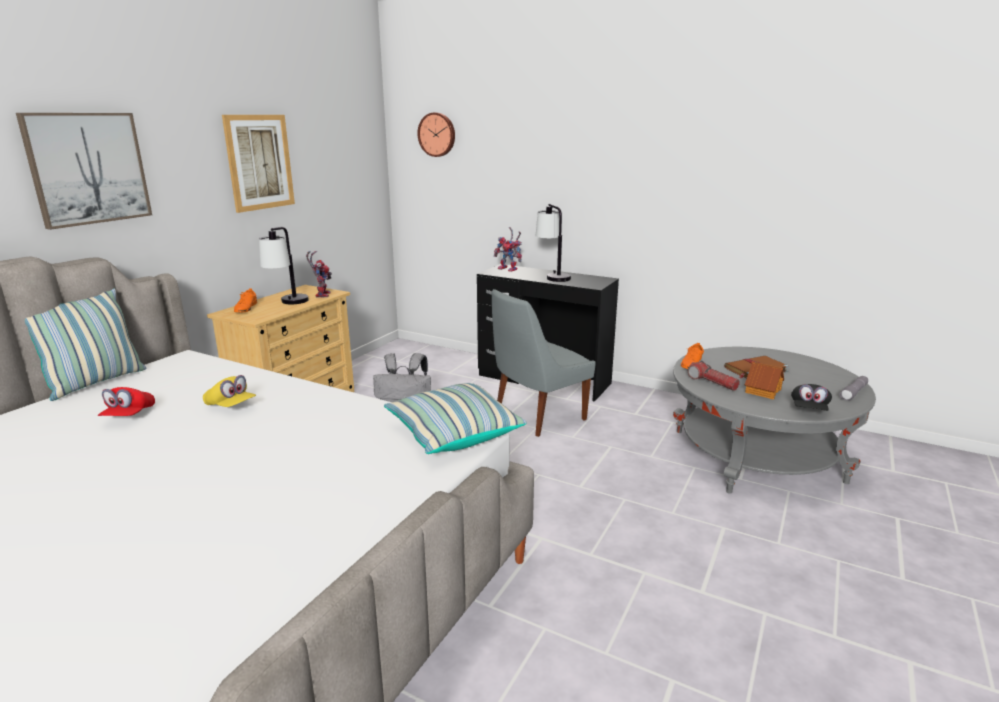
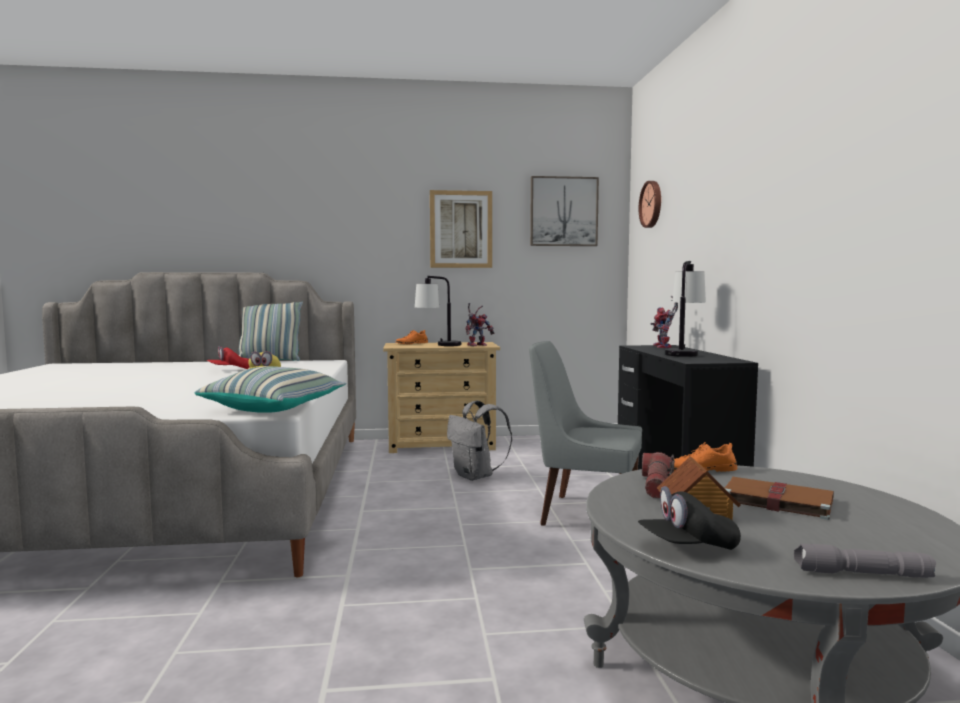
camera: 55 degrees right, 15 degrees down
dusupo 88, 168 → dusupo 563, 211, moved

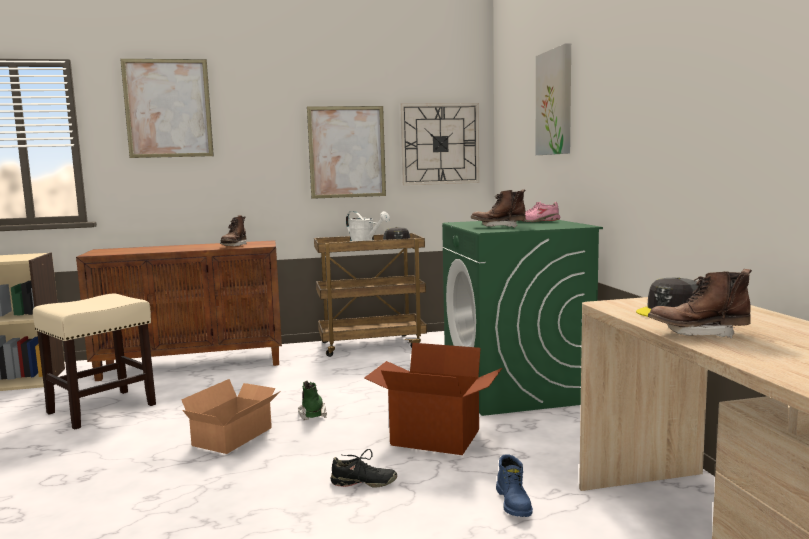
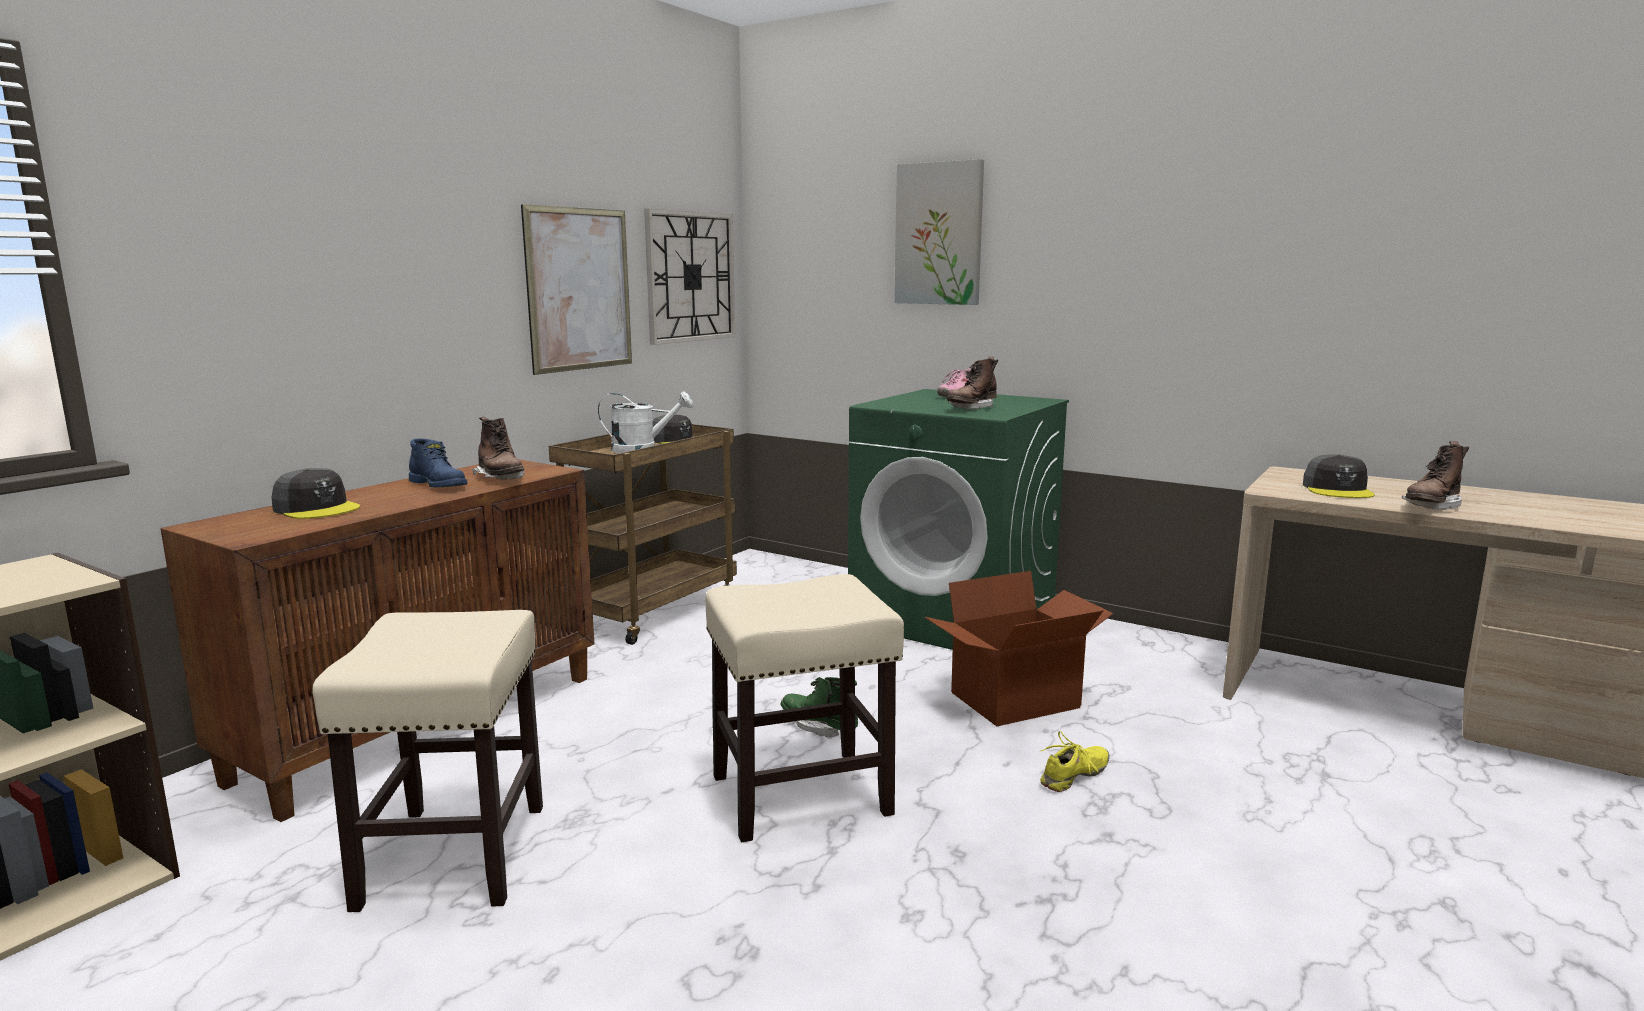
camera: 45 degrees left, 5 degrees up
dusupo 168, 108 → -
- → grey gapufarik 317, 508
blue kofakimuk 514, 503 → blue kofakimuk 439, 485, moved
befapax 236, 436 → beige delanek 803, 794
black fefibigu 363, 483 → yellow fefibigu 1075, 776

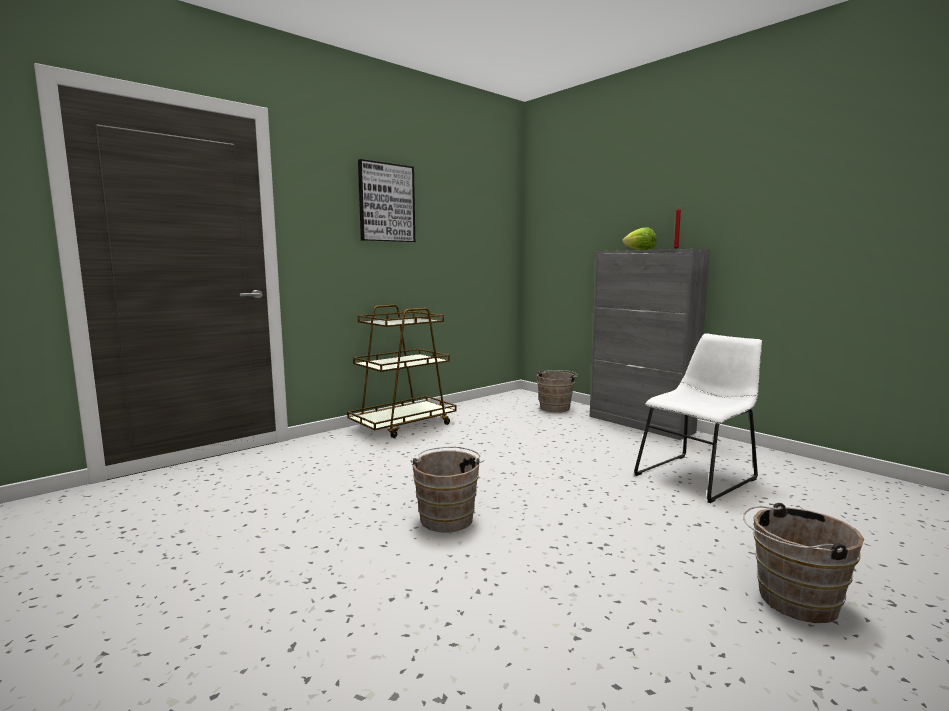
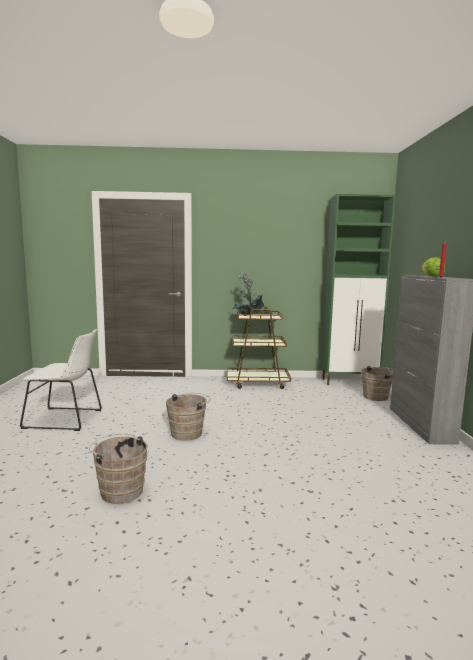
camera: 40 degrees right, 0 degrees up
dusupo 386, 203 → -
- → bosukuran 247, 316
- → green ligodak 350, 382
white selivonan 698, 476 → white selivonan 66, 419, moved
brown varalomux 791, 600 → brown varalomux 120, 490, moved

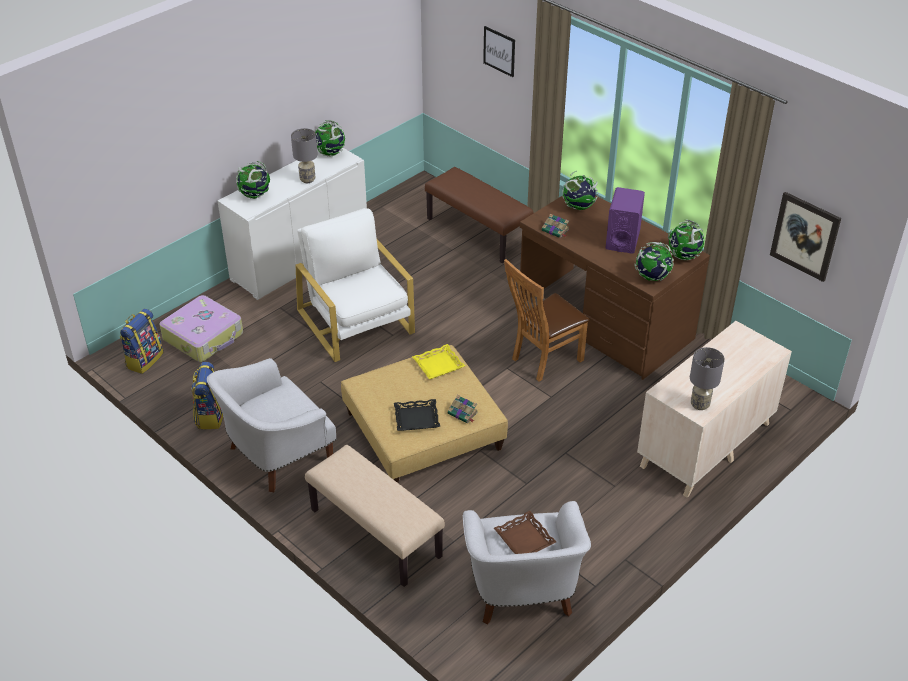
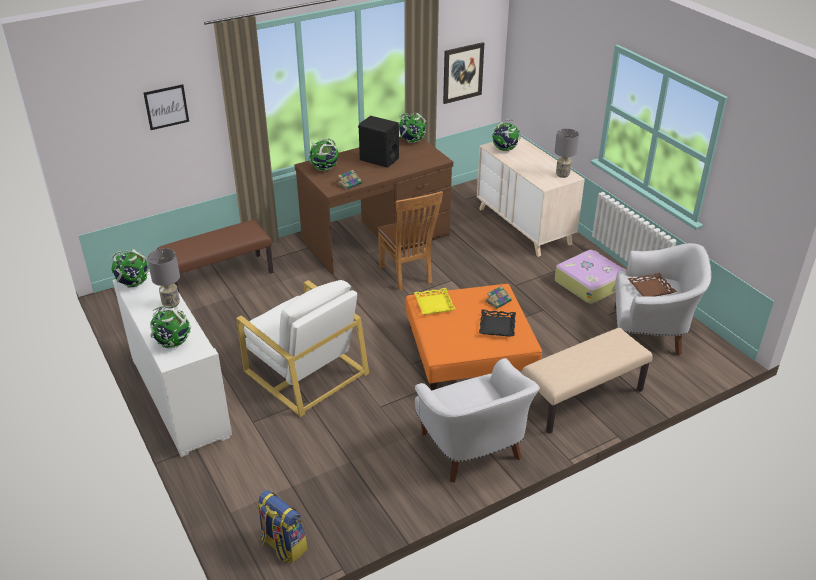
camera: 75 degrees left, 5 degrees down
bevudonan 210, 415 → -
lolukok 204, 336 → lolukok 589, 283, moved
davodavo 652, 277 → davodavo 505, 149, moved
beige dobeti 423, 431 → orange dobeti 469, 352
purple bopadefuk 622, 240 → black bopadefuk 379, 159
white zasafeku 356, 322 → white zasafeku 305, 371, 120 degrees counterclockwise

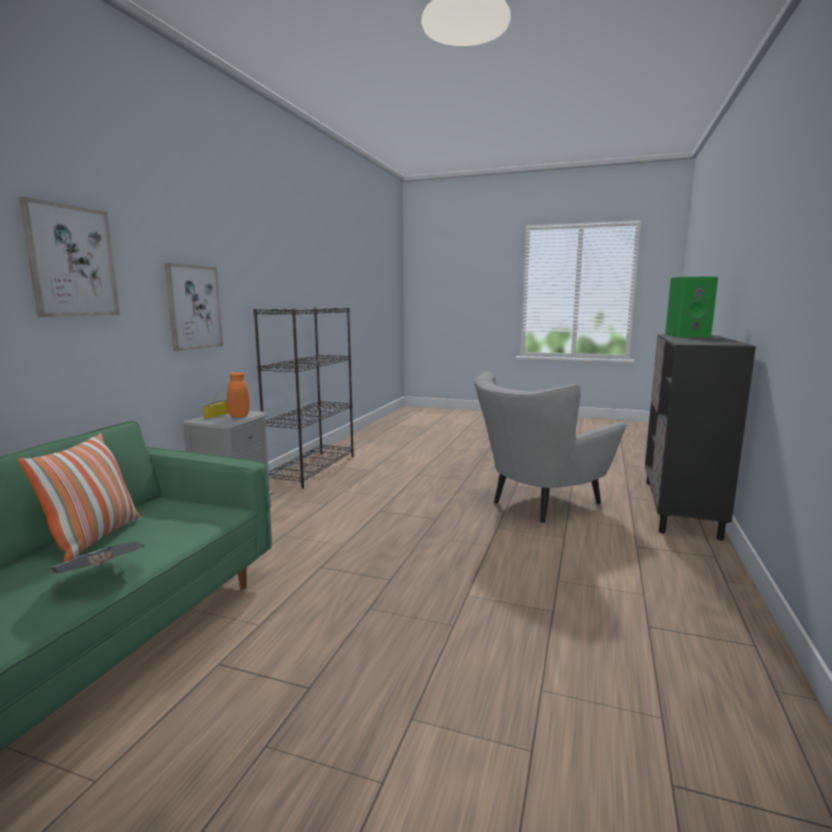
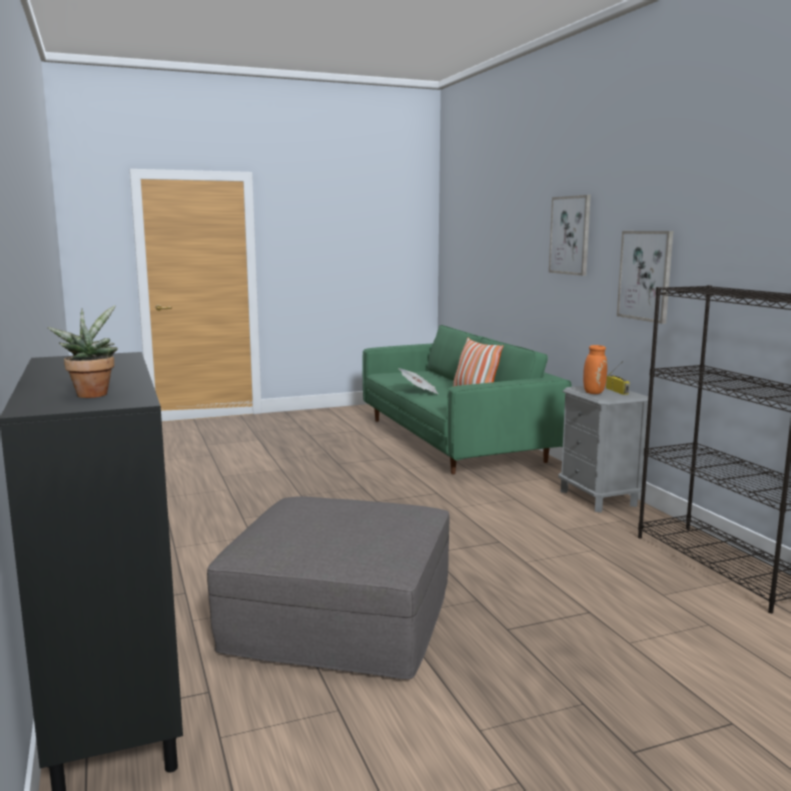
camera: 140 degrees right, 0 degrees up
grey zasafeku 539, 504 → grey dobeti 340, 616
green bopadefuk 688, 336 → bosukuran 92, 394

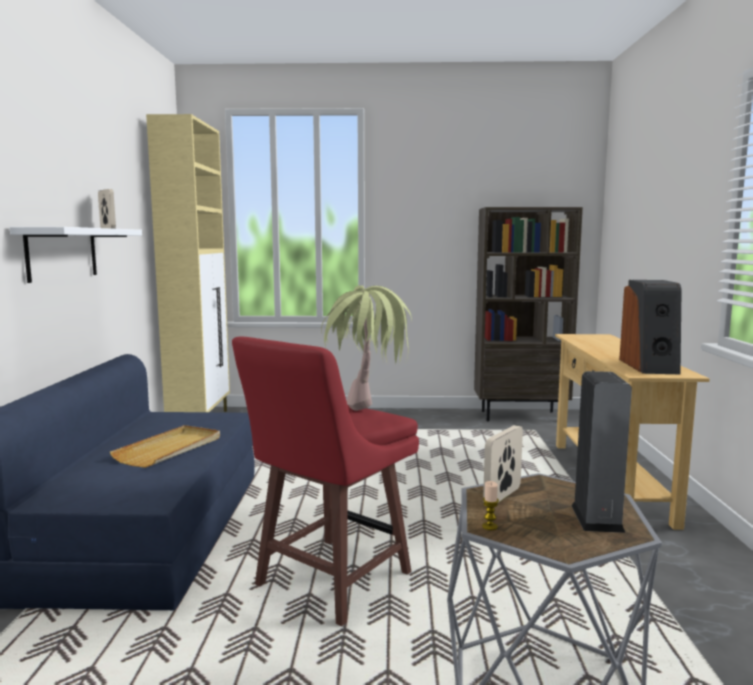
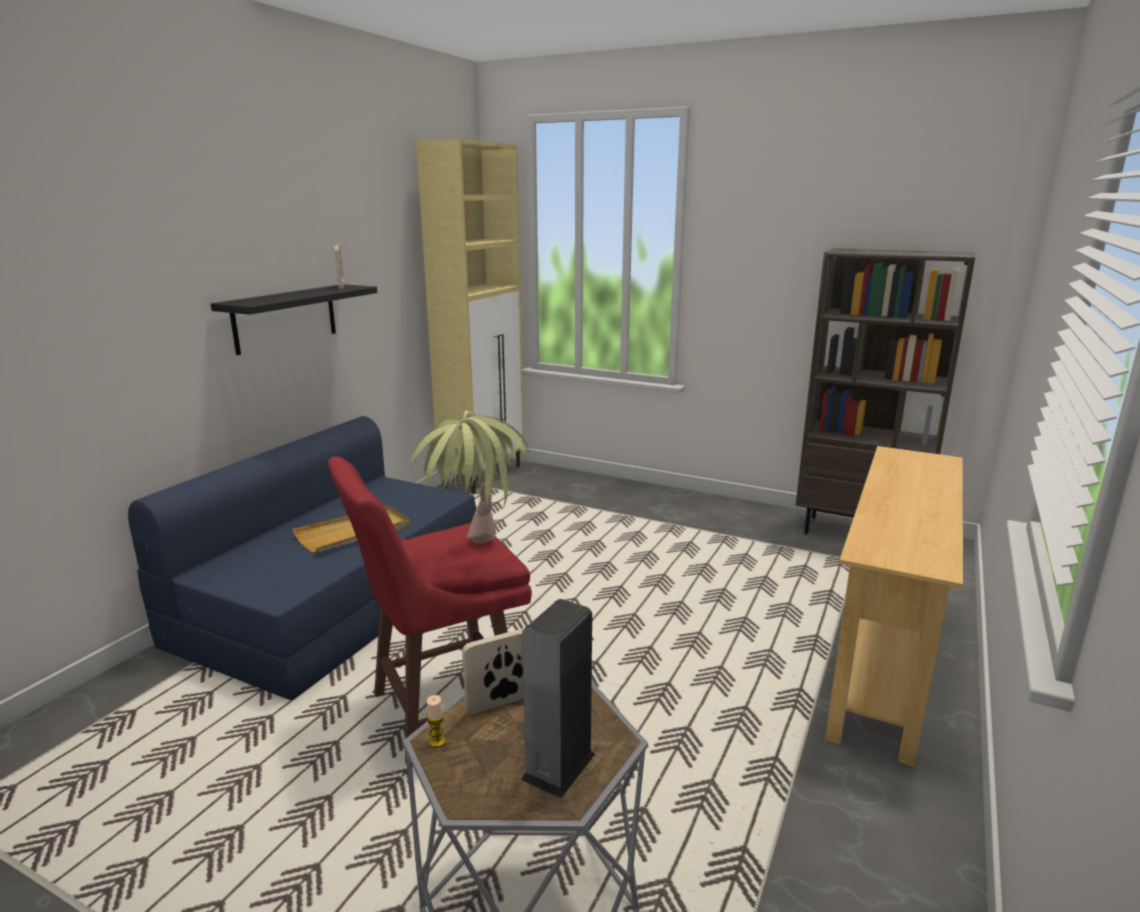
camera: 25 degrees right, 10 degrees up
bopadefuk 650, 366 → -
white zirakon 62, 253 → black zirakon 285, 318

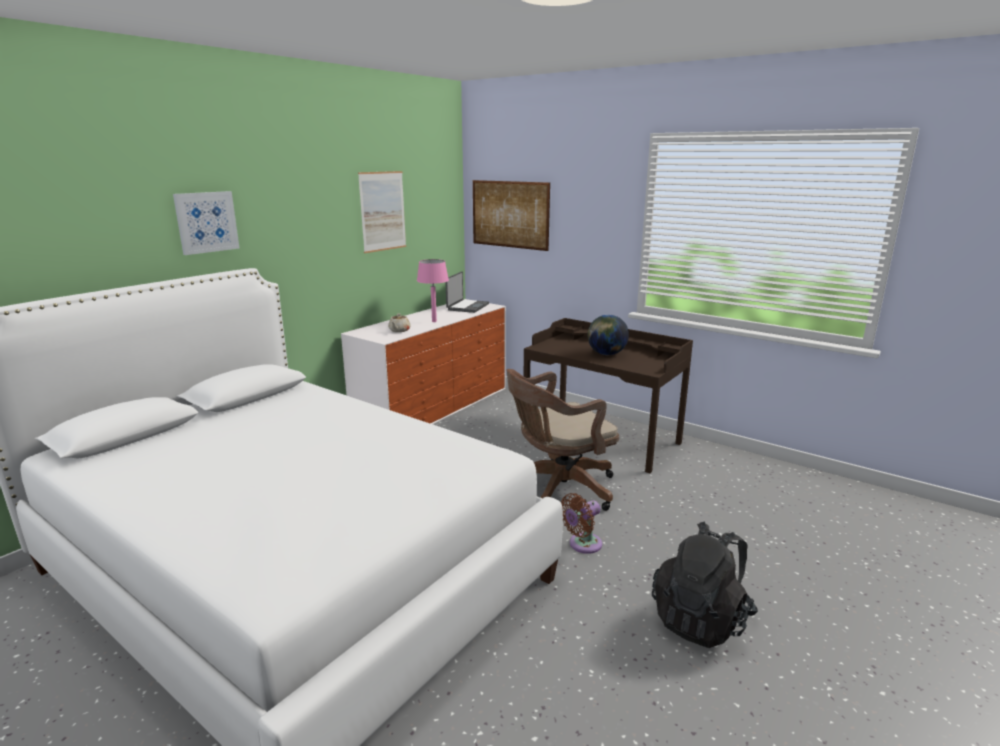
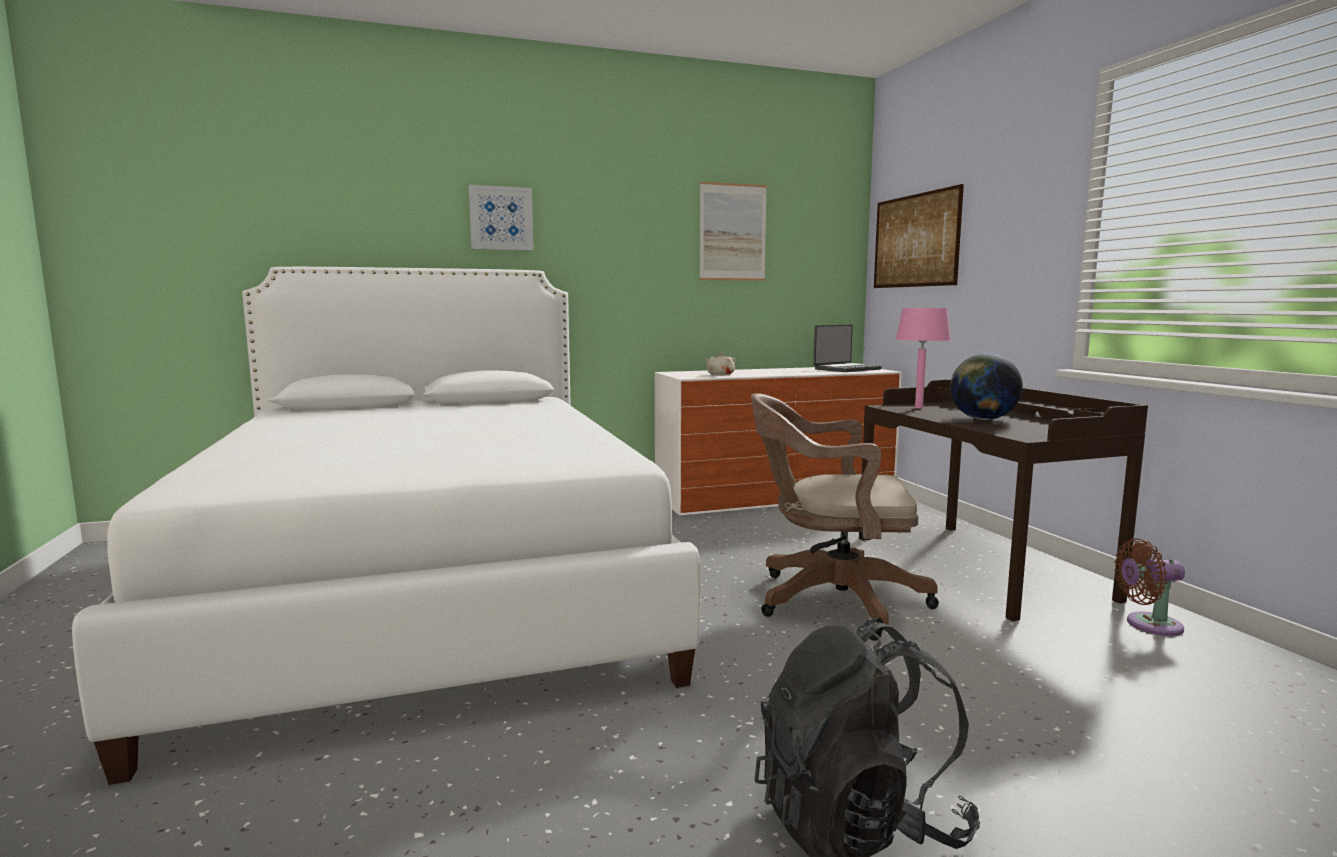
camera: 35 degrees right, 10 degrees down
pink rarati 434, 321 → pink rarati 918, 407, moved
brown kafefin 582, 545 → brown kafefin 1148, 625, moved

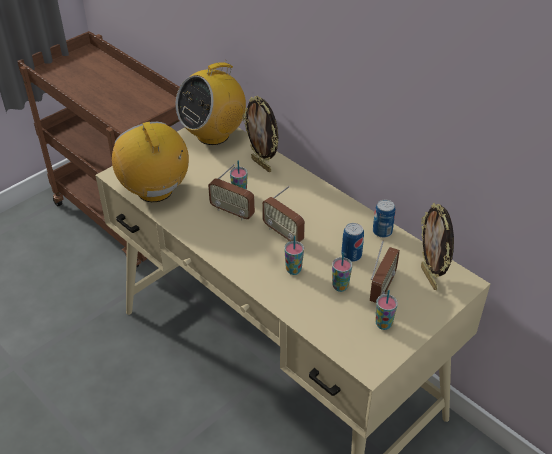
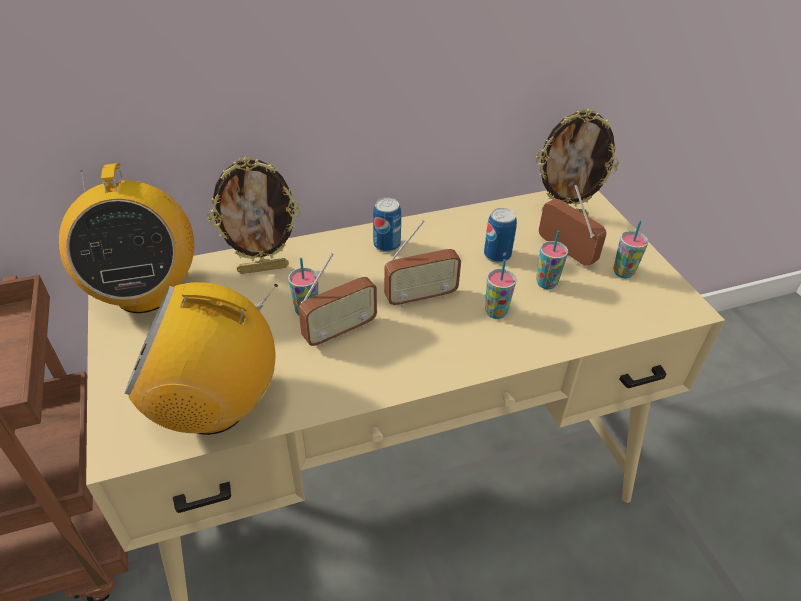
camera: 65 degrees left, 0 degrees up
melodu 382, 231 → melodu 387, 245, moved

